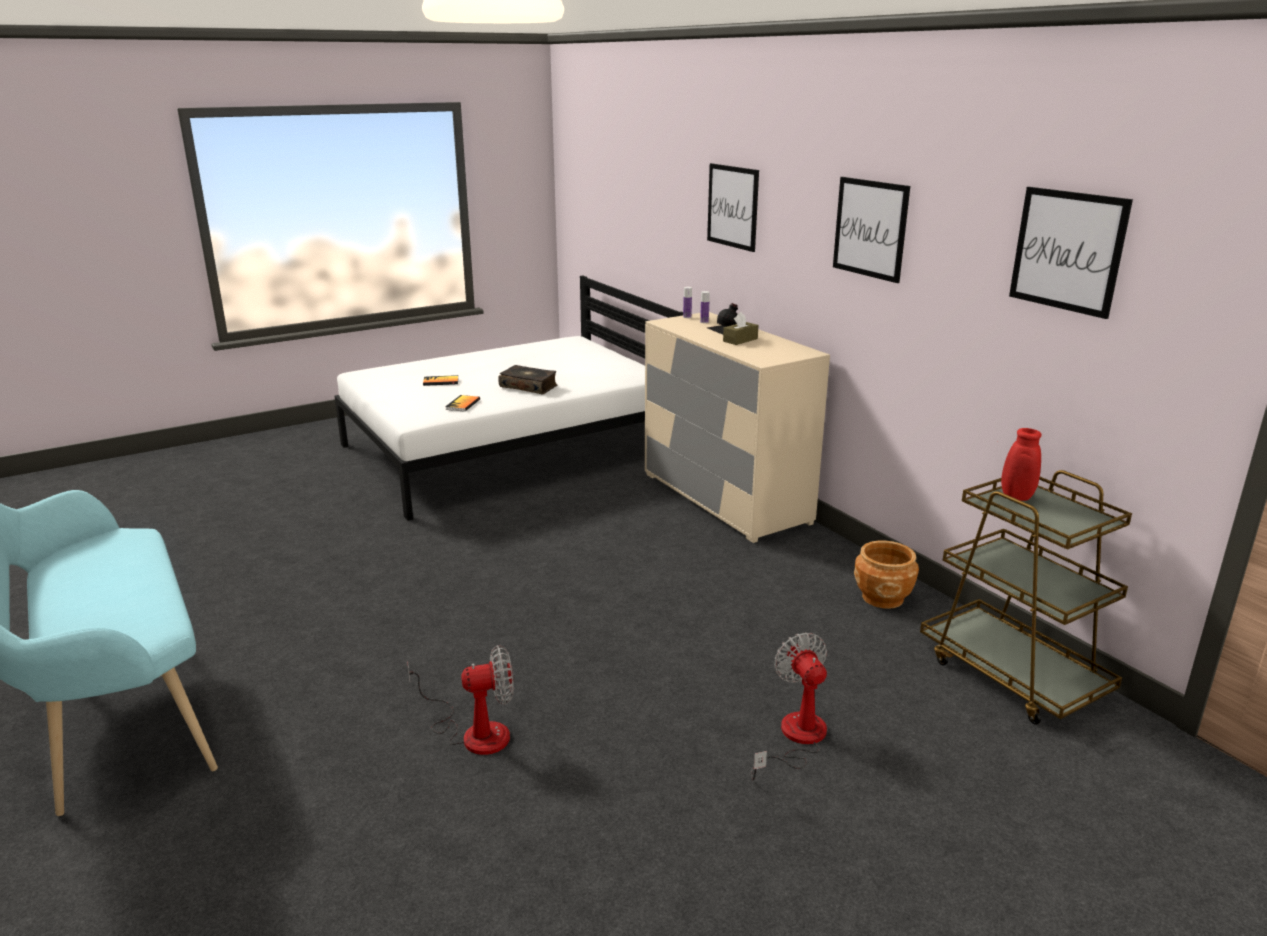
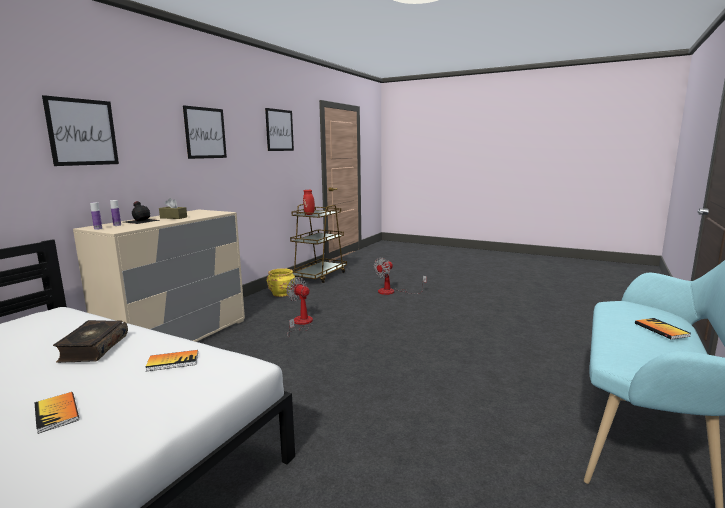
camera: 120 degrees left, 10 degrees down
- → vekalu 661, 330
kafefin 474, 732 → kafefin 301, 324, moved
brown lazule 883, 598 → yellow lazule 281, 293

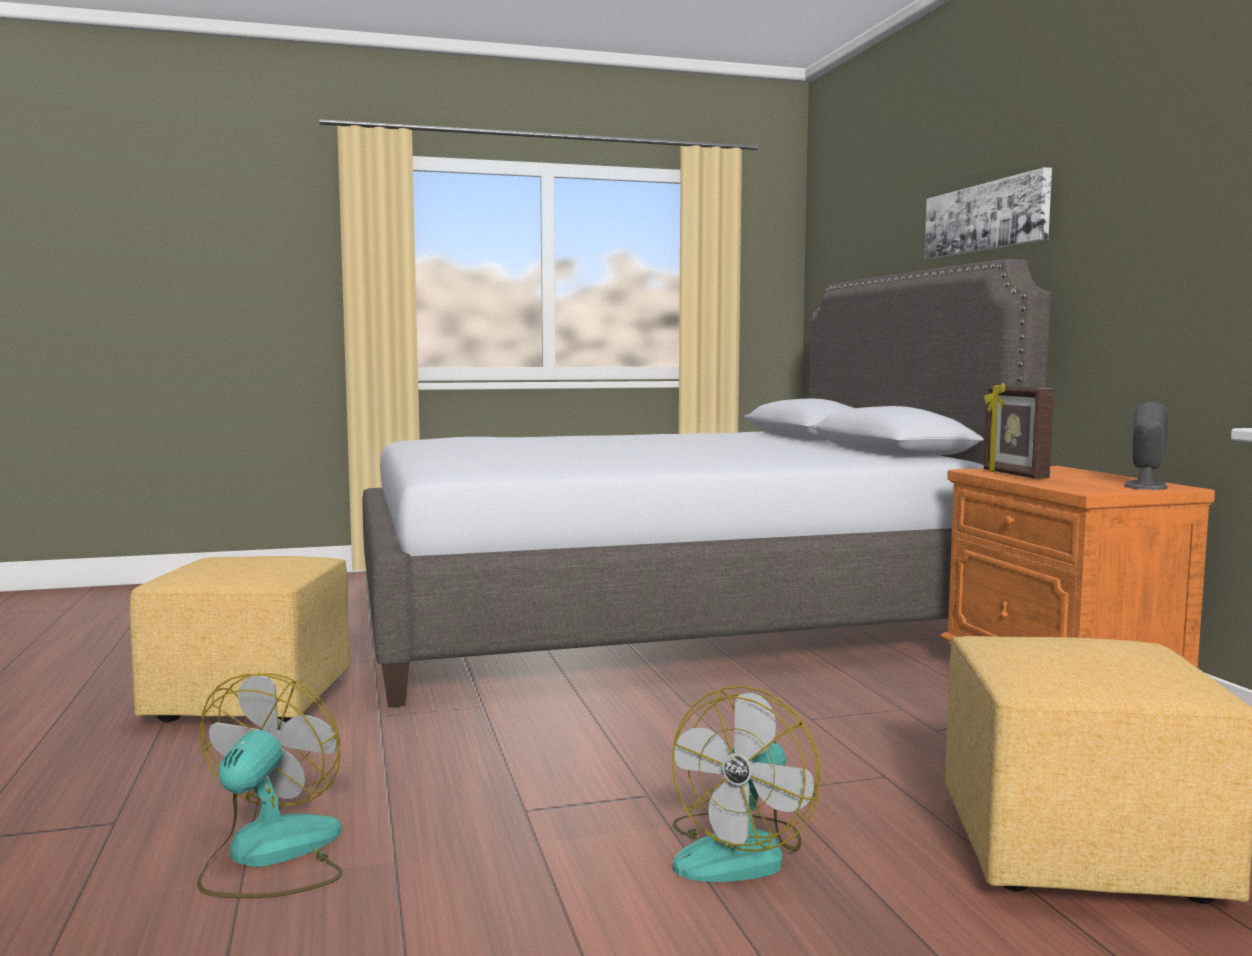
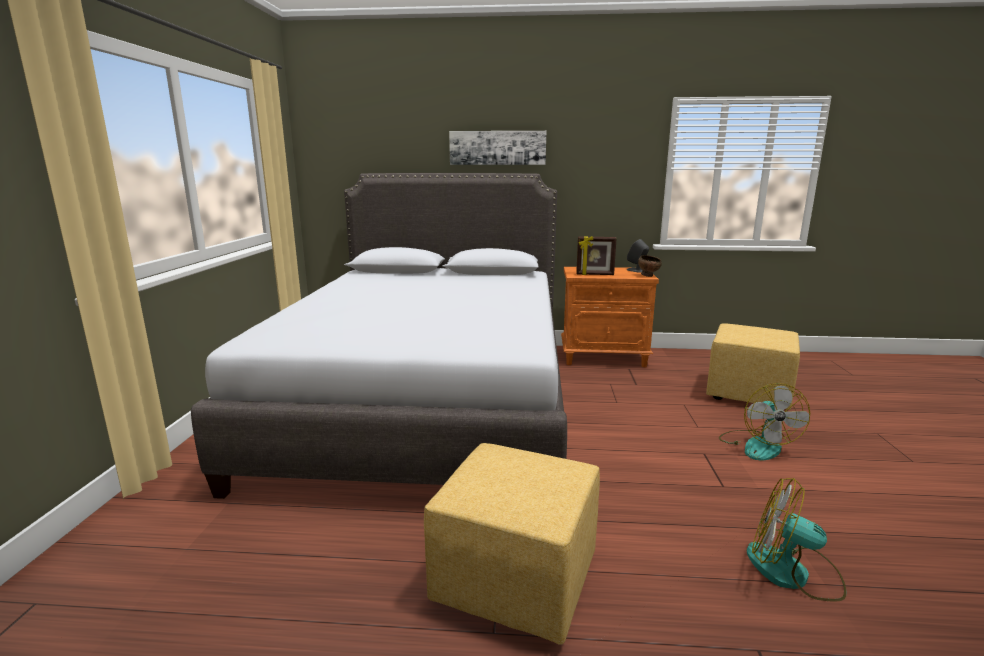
camera: 70 degrees left, 10 degrees up
- → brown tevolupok 648, 276
kafefin 741, 851 → kafefin 757, 445, 45 degrees clockwise

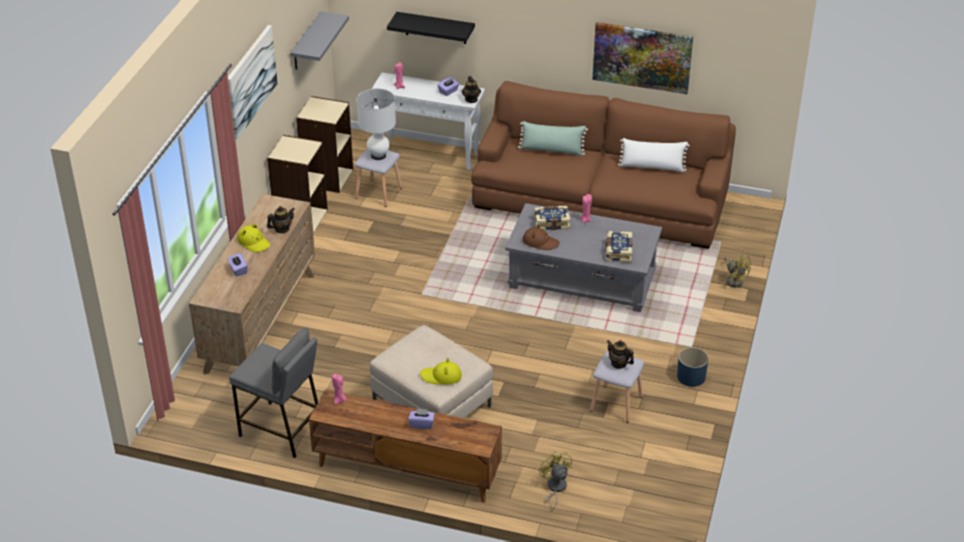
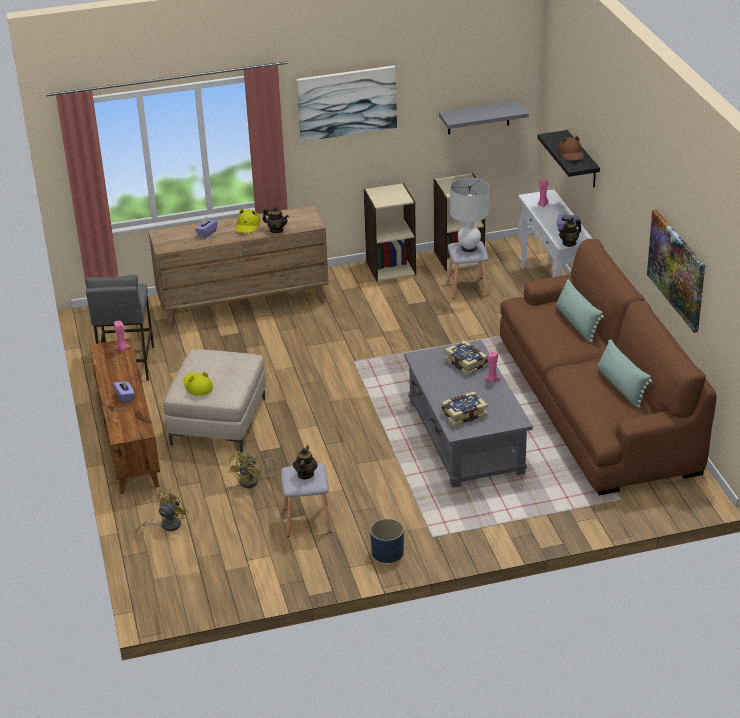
camera: 60 degrees right, 5 degrees down
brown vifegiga 540, 242 → brown vifegiga 571, 154, moved
yellow kafefin 734, 280 → yellow kafefin 253, 481, moved
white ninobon 652, 167 → green ninobon 621, 386

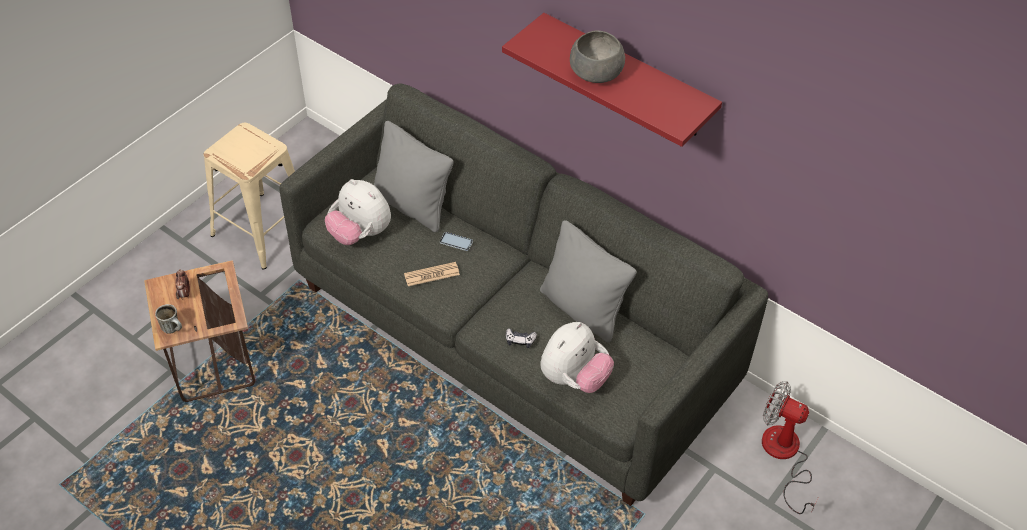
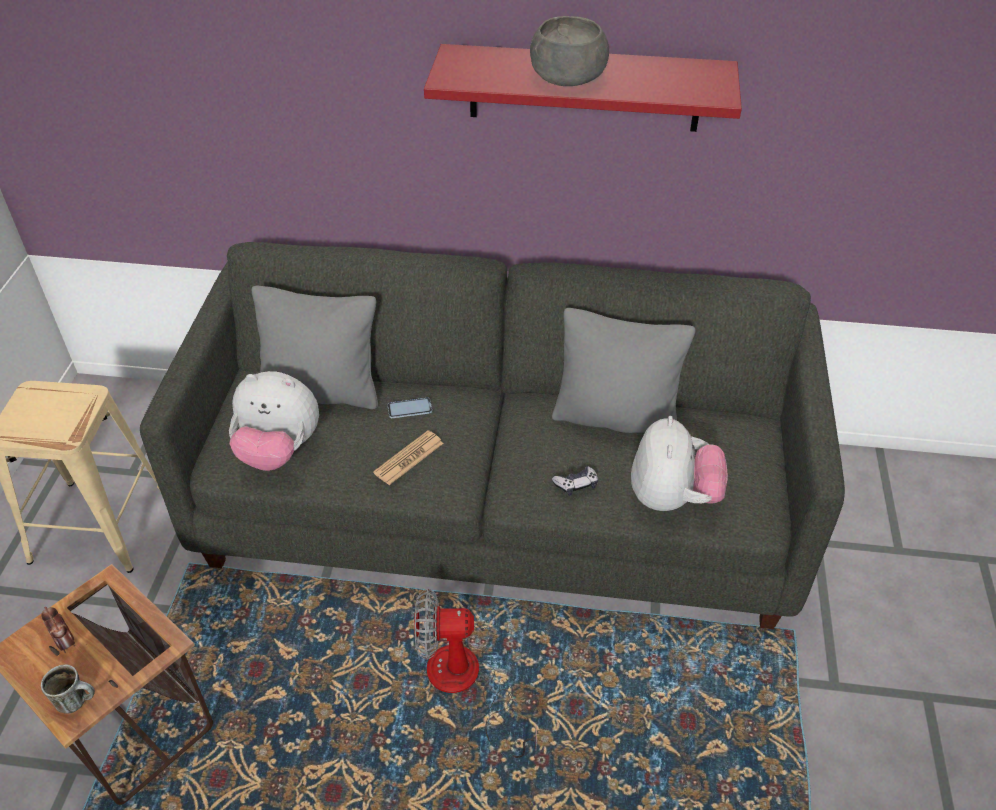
camera: 30 degrees left, 5 degrees down
kafefin 784, 456 → kafefin 465, 685, moved

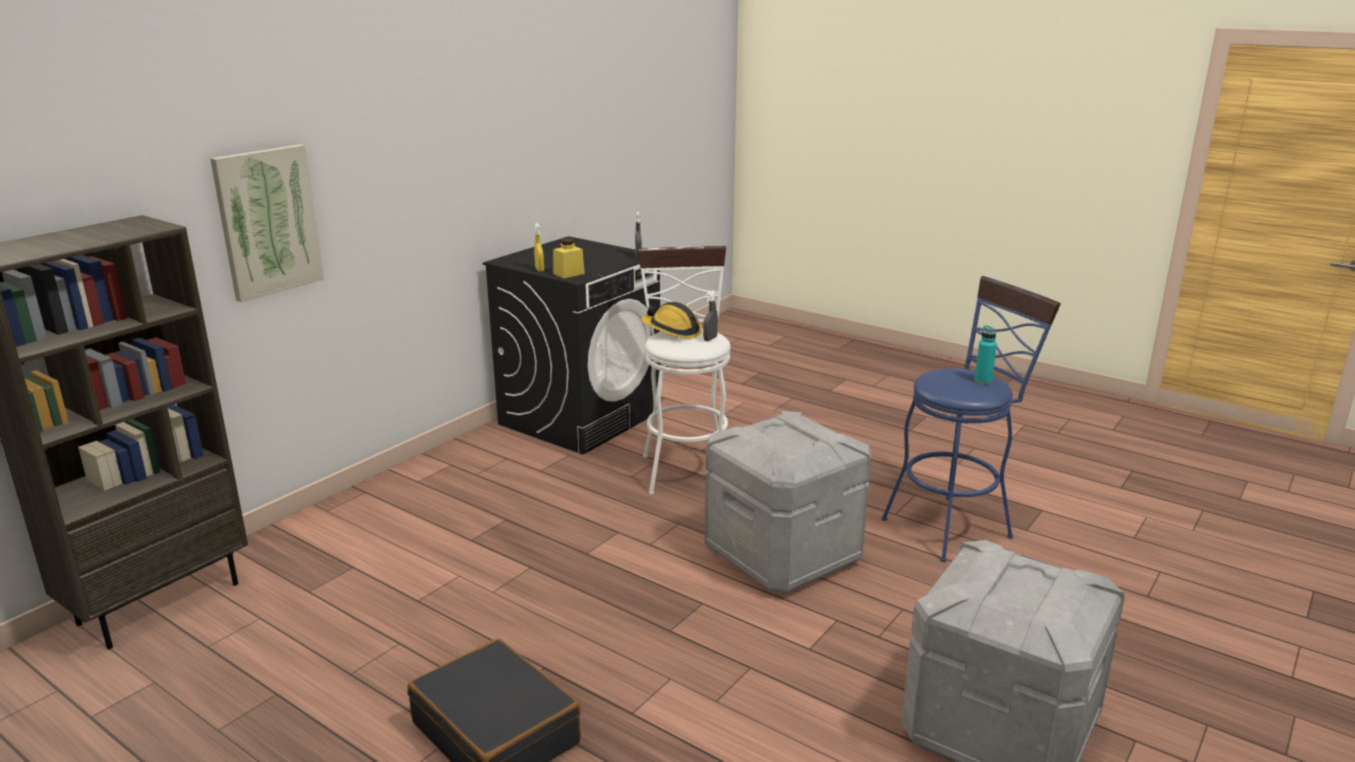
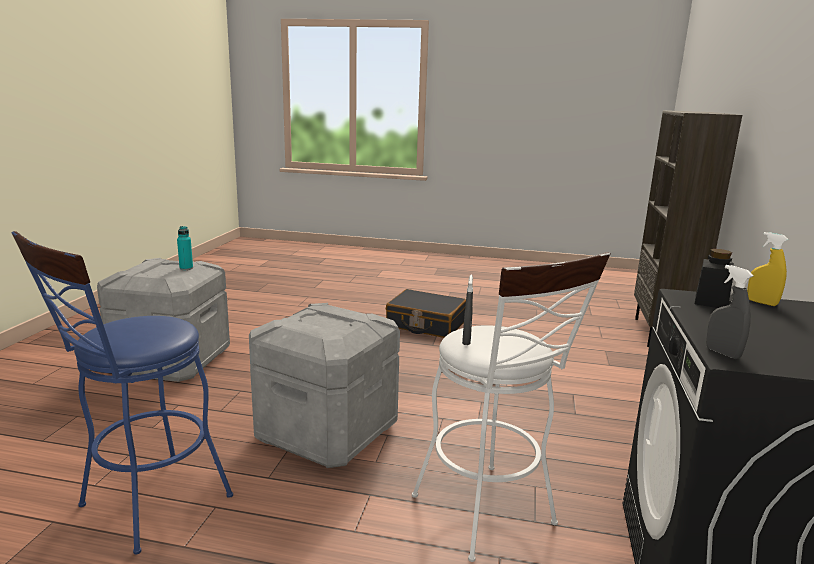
camera: 155 degrees right, 5 degrees down
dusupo 268, 221 → -
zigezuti 672, 331 → -
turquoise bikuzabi 983, 381 → turquoise bikuzabi 186, 268, moved
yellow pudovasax 569, 274 → black pudovasax 711, 301

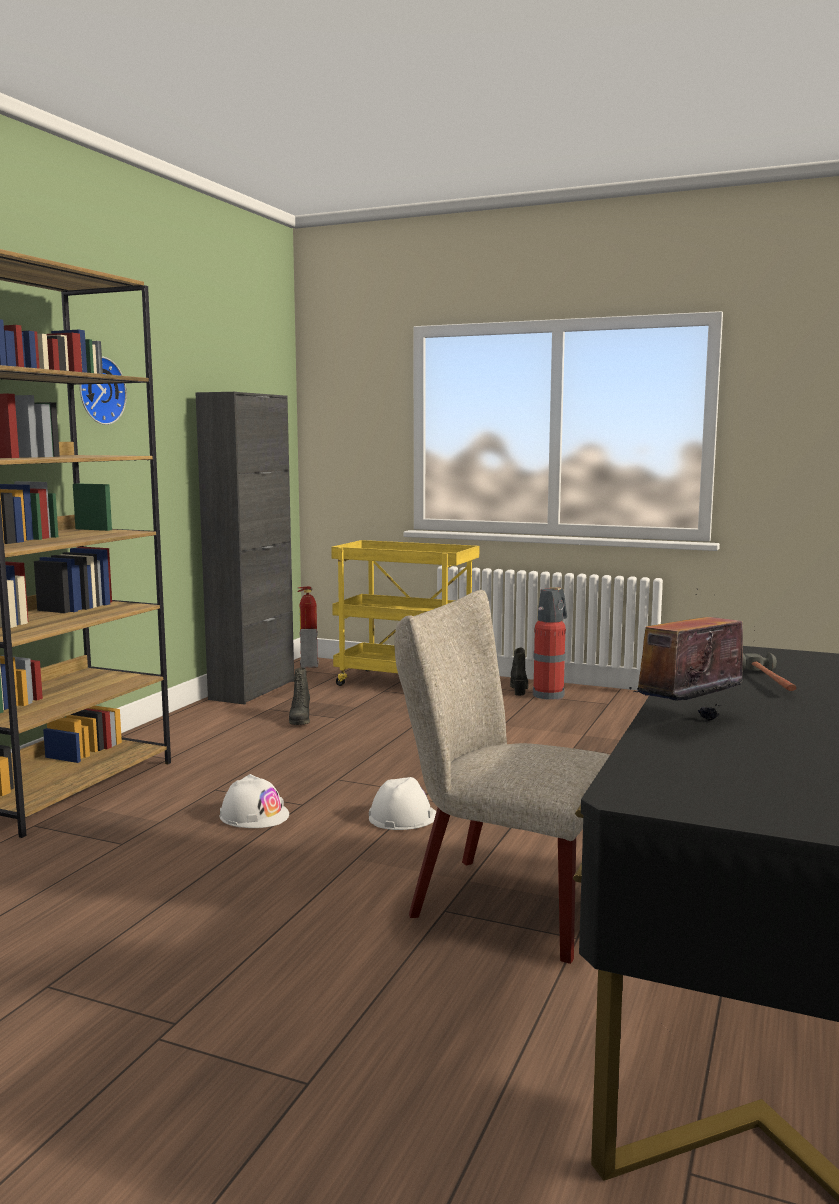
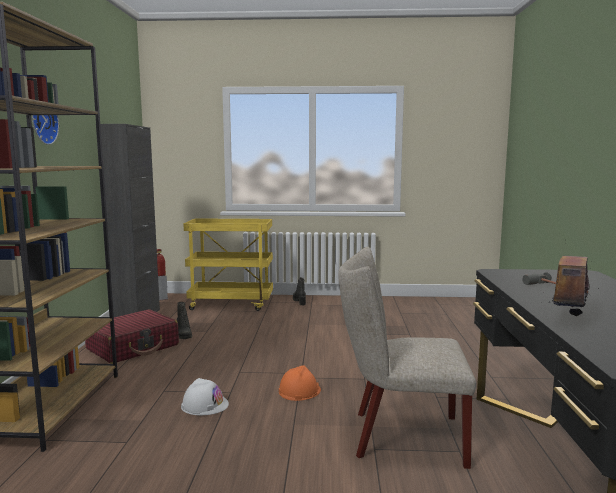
camera: 20 degrees left, 0 degrees up
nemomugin 549, 695 → -
- → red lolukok 133, 347
white zigezuti 403, 816 → orange zigezuti 299, 390

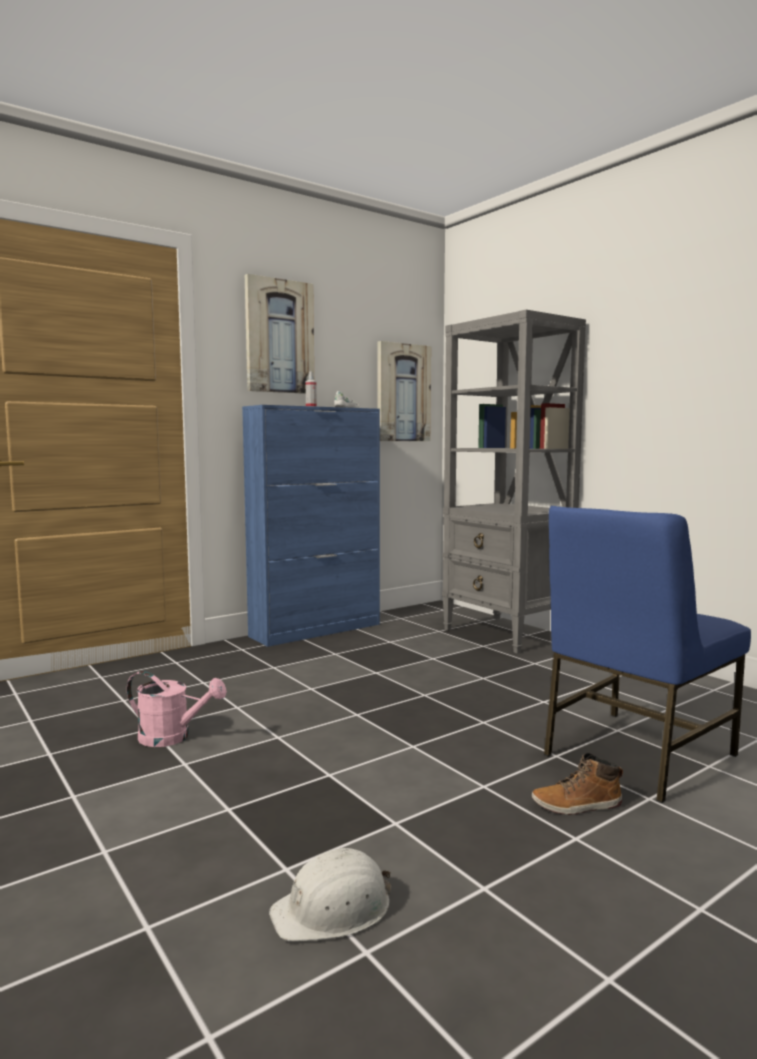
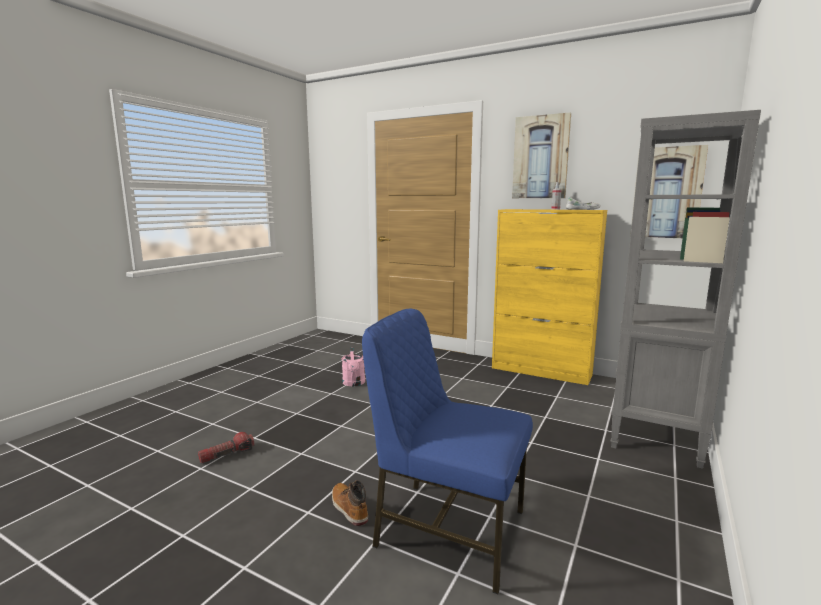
camera: 65 degrees right, 5 degrees up
white zigezuti 333, 909 → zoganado 227, 454
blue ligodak 316, 630 → yellow ligodak 541, 371

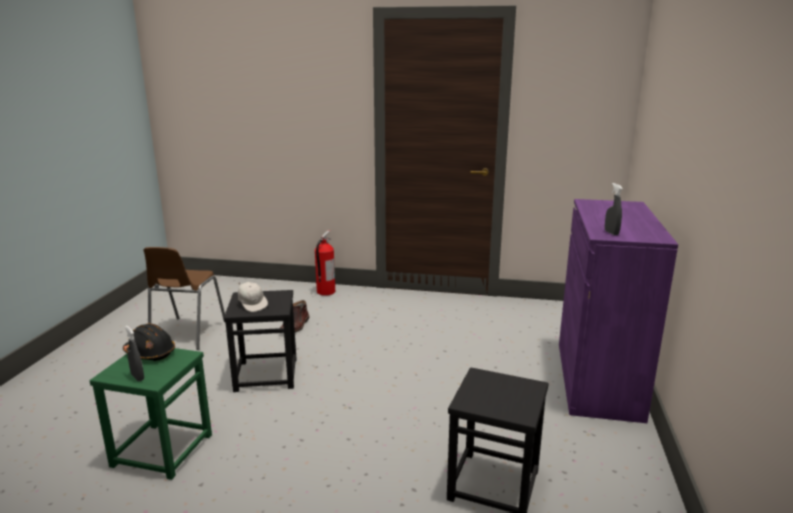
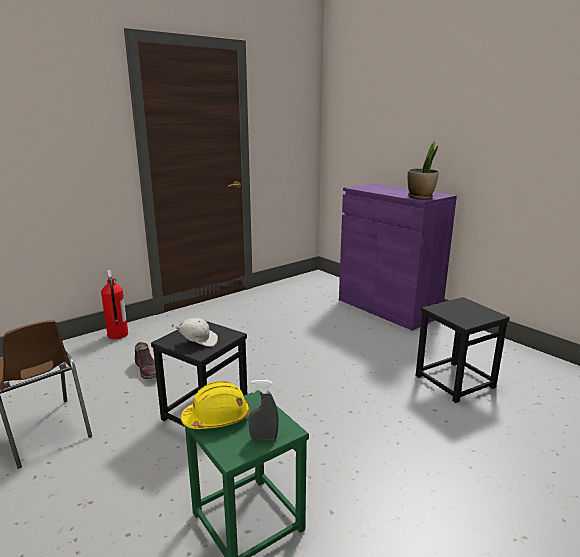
camera: 50 degrees left, 0 degrees up
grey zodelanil 611, 233 → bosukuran 420, 197
black zigezuti 150, 353 → yellow zigezuti 217, 418

